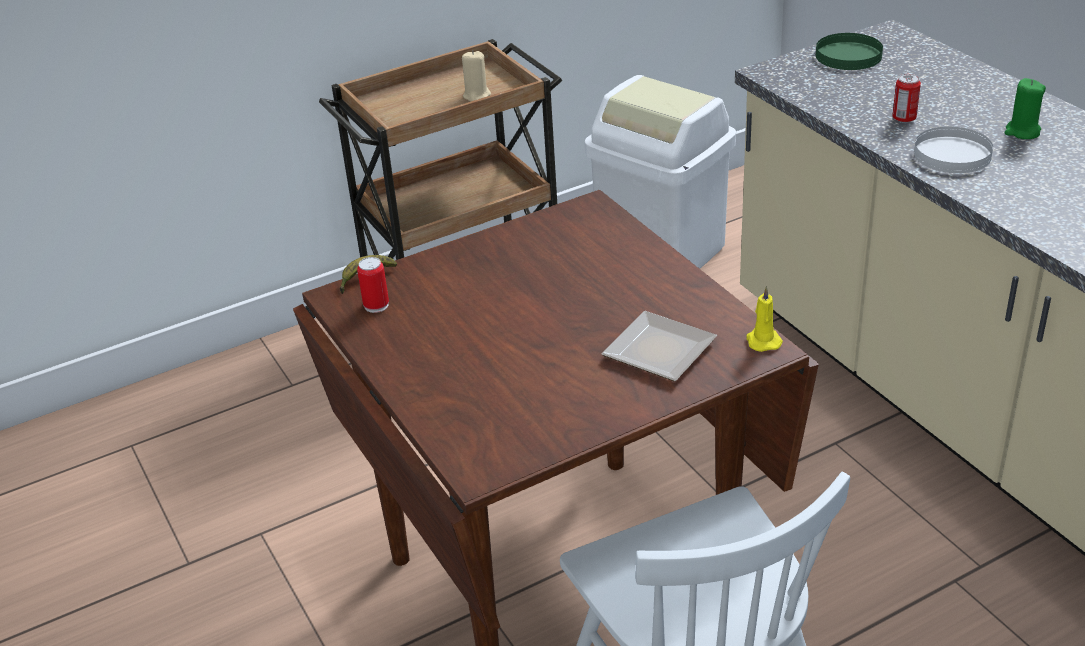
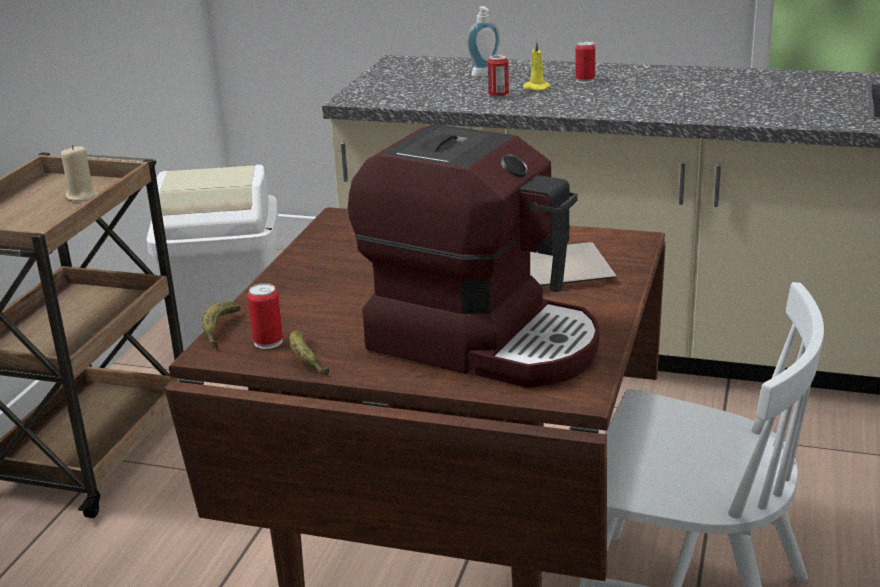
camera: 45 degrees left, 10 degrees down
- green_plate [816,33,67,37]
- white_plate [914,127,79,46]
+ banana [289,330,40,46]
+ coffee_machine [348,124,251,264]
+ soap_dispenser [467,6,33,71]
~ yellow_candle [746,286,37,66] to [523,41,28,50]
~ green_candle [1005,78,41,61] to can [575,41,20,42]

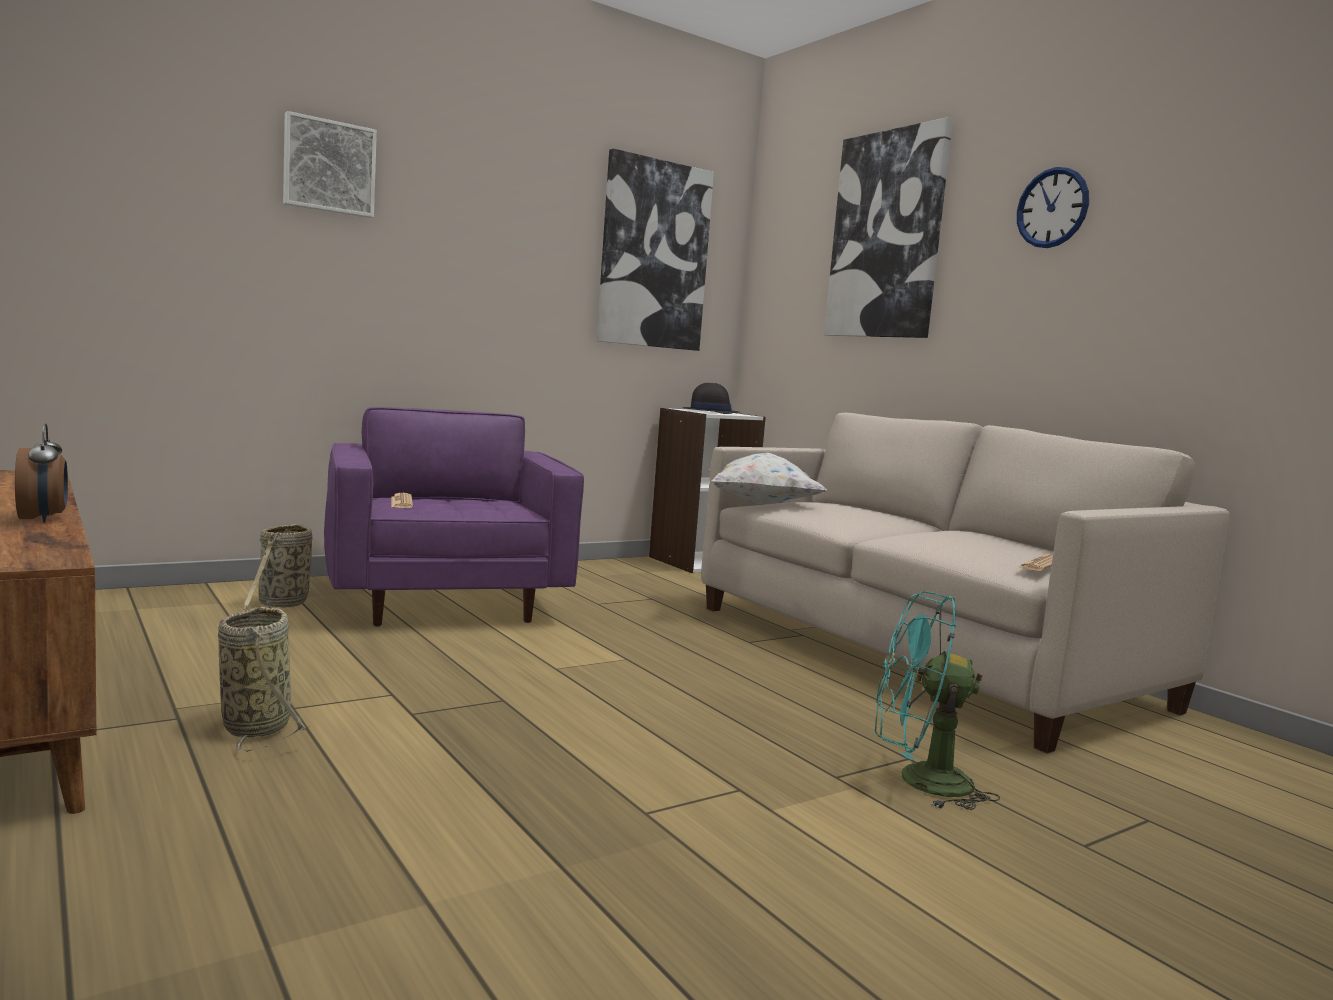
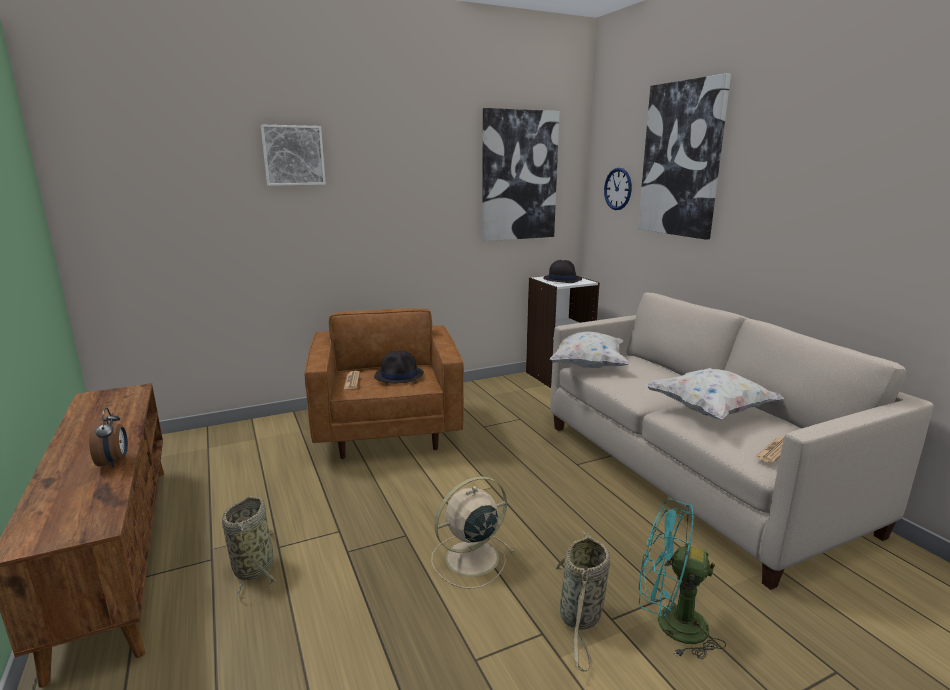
camera: 10 degrees right, 10 degrees up
+ black_hat [374,351,50,32]
+ beige_fan [431,476,84,113]
+ white_pillow [646,368,138,51]
~ basket [243,523,70,88] to [554,531,56,141]
~ wall_clock [1017,167,72,81] to [604,168,28,42]
~ purple_armchair [324,407,260,220] to brown_armchair [304,308,160,151]

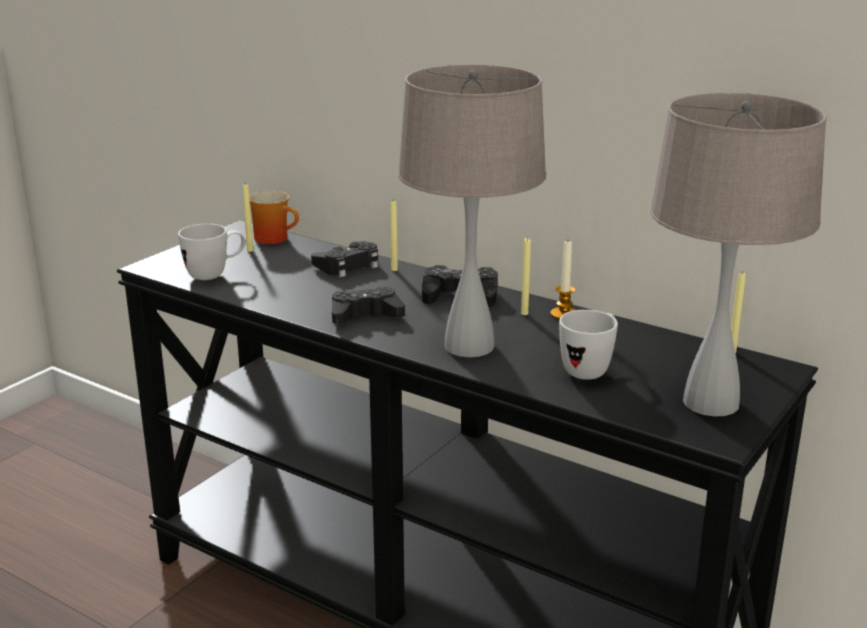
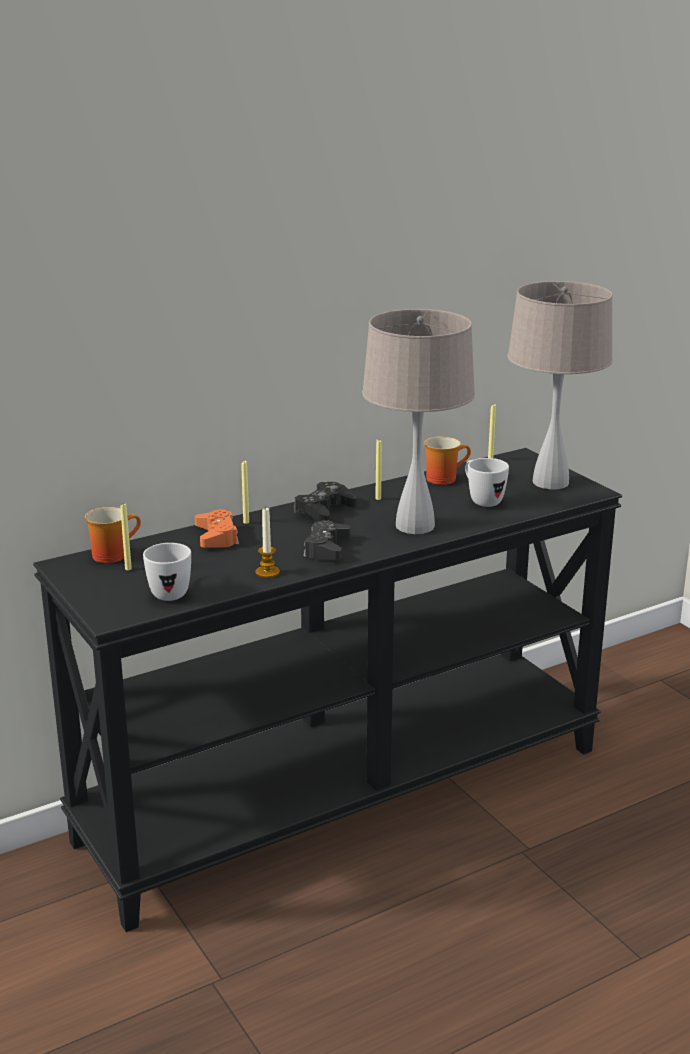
camera: 65 degrees left, 0 degrees up
+ mug [424,437,47,48]
~ candle [551,242,25,78] to [255,507,25,71]
~ black_game_controller [311,241,67,37] to orange_game_controller [195,509,44,39]

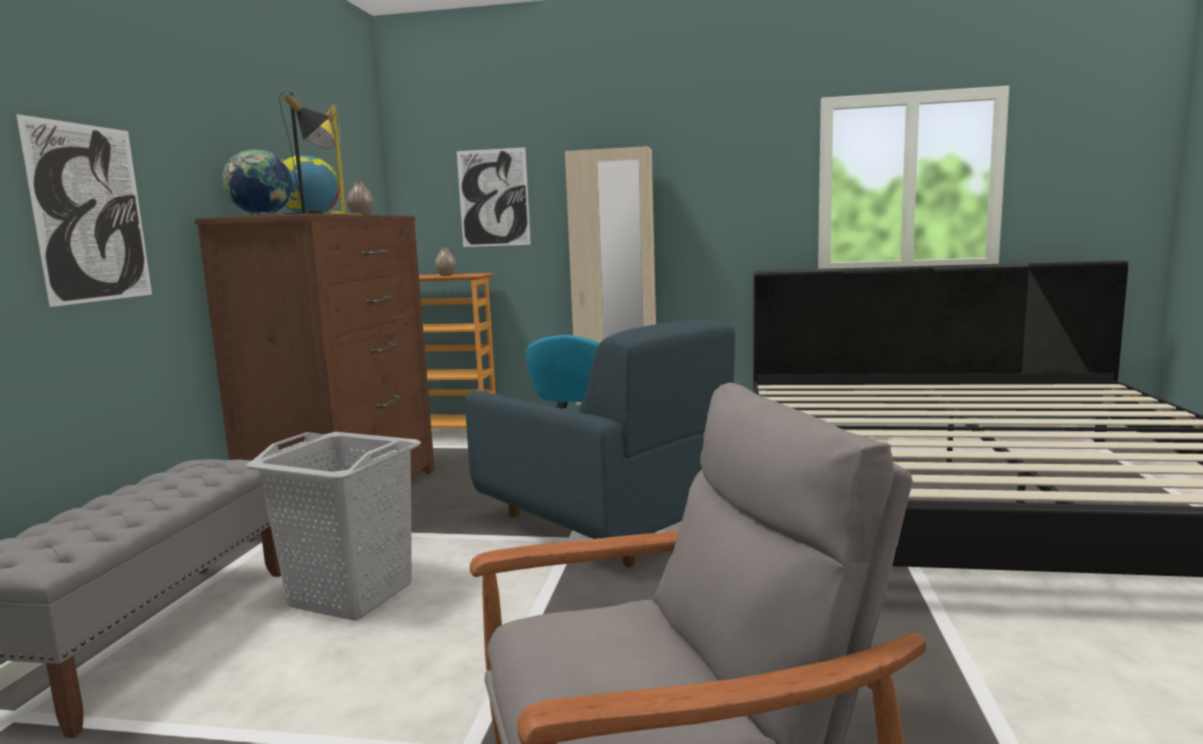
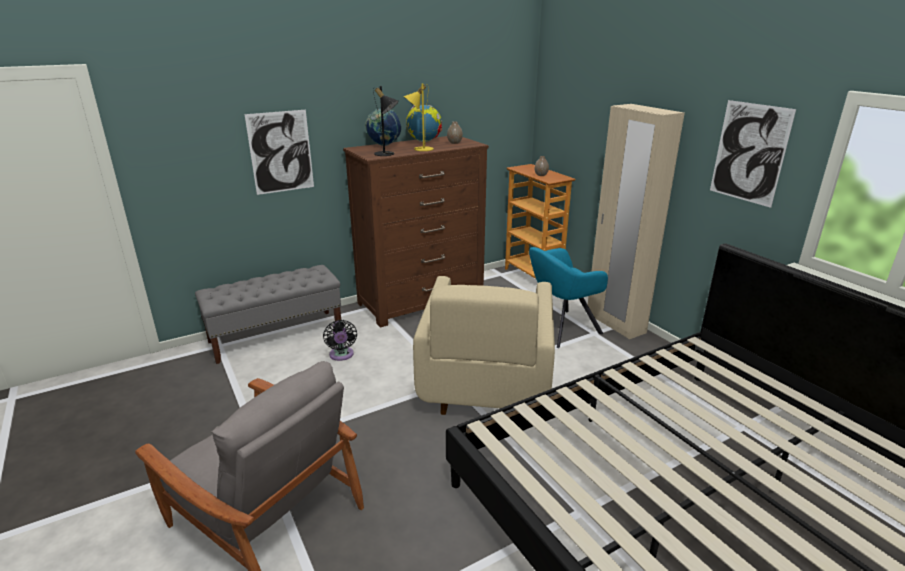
camera: 50 degrees right, 15 degrees up
~ picture [457,147,74,100] to [710,100,86,108]
~ grey_laundry_basket [245,432,176,189] to black_fan [323,320,34,41]
~ blue_armchair [465,320,270,247] to beige_armchair [413,276,142,139]

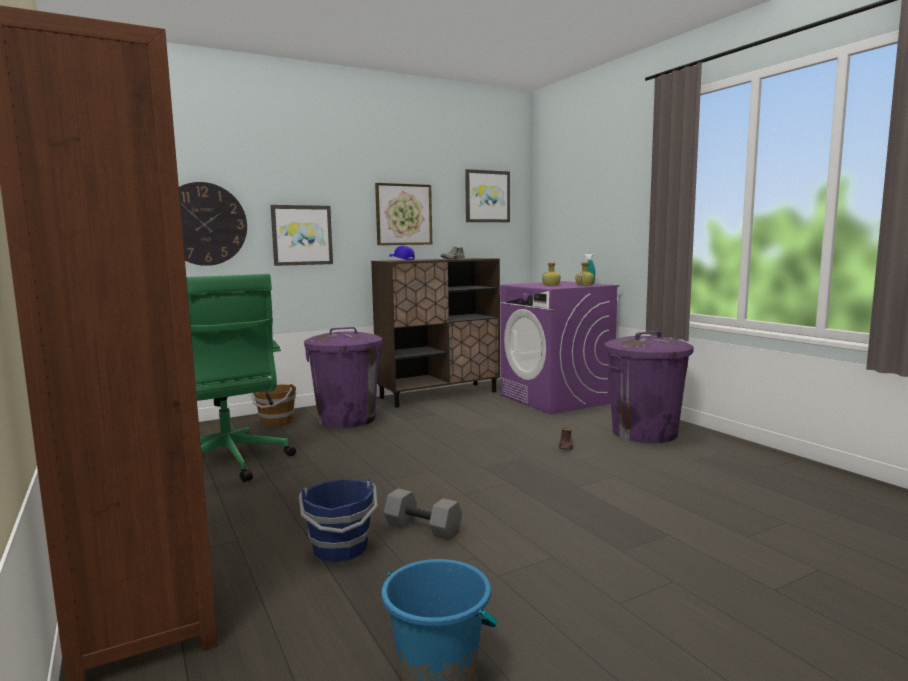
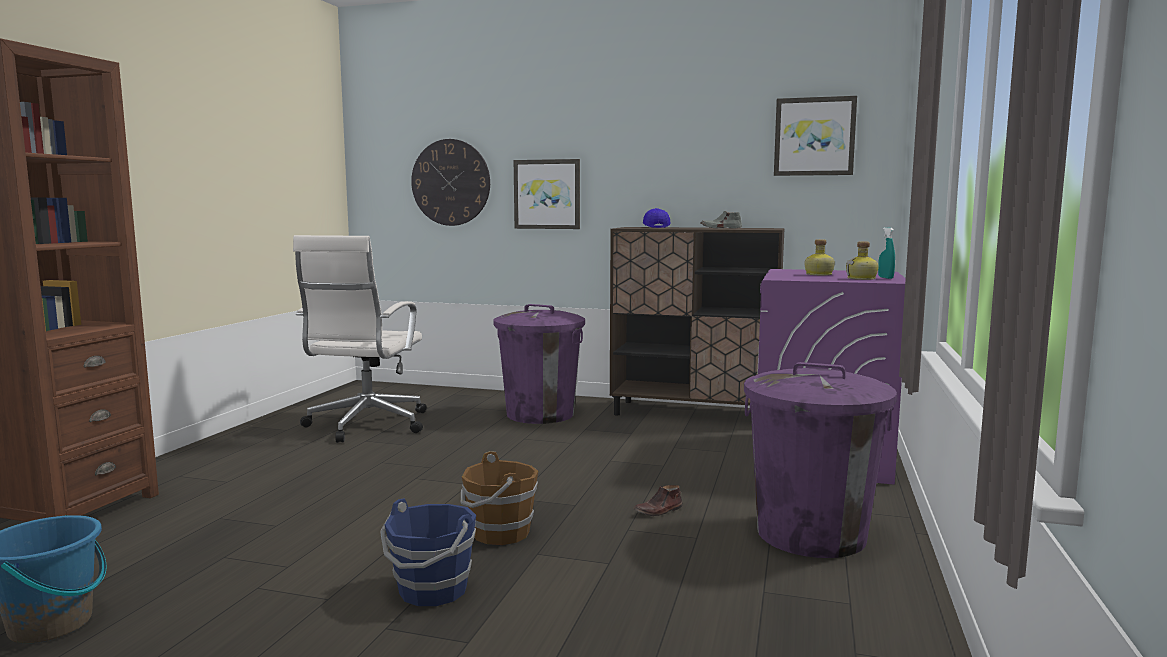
camera: 45 degrees right, 0 degrees up
- picture [375,183,57,62]
- grey_dumbbell [384,489,78,51]
~ brown_bucket [251,384,45,42] to [461,451,77,94]
~ blue_bucket [299,478,79,84] to [380,498,96,108]
~ green_office_chair [186,274,110,208] to white_office_chair [293,235,134,208]

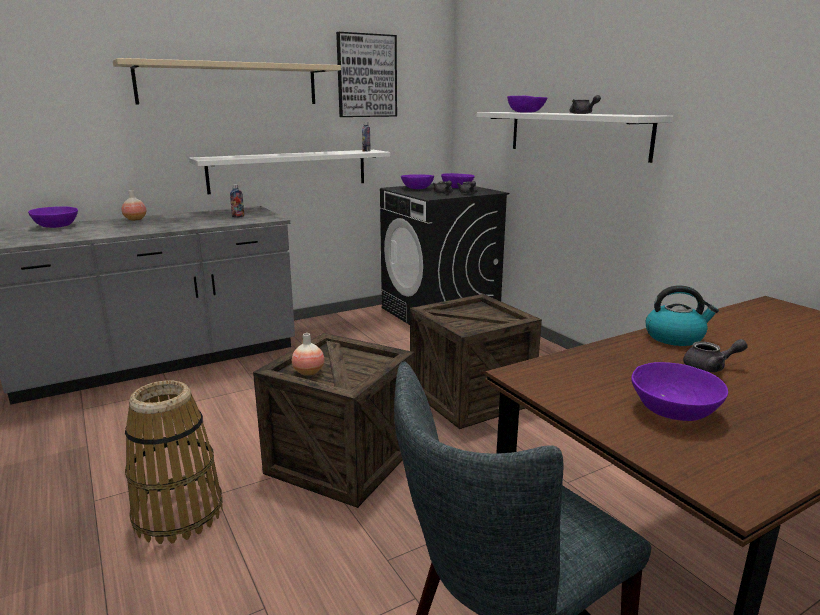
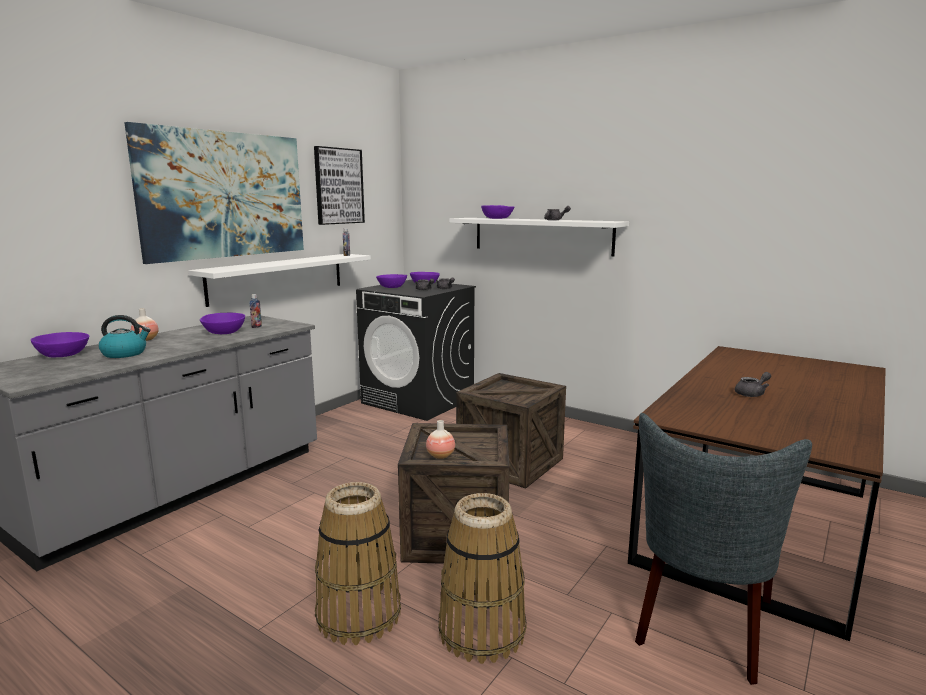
camera: 25 degrees left, 5 degrees down
+ basket [438,493,88,171]
~ purple_bowl [631,362,97,59] to [200,313,45,21]
~ kettle [646,286,73,60] to [99,315,52,43]
~ beige_shelf [113,58,228,46] to picture [124,122,180,142]

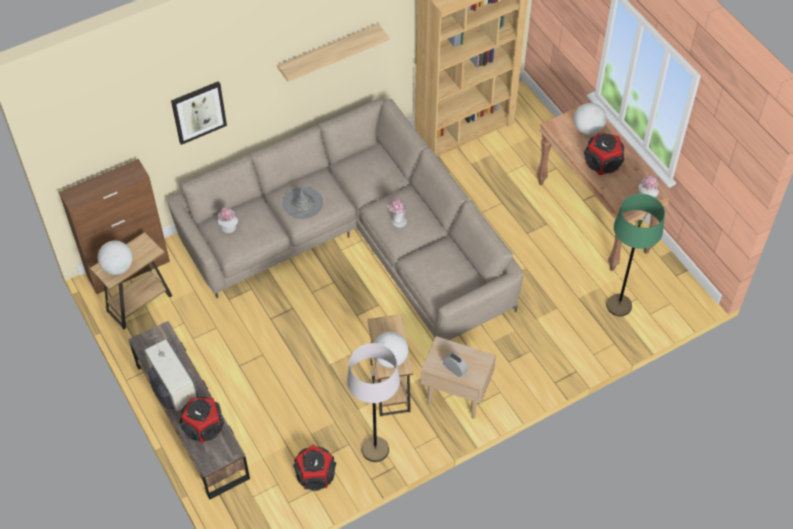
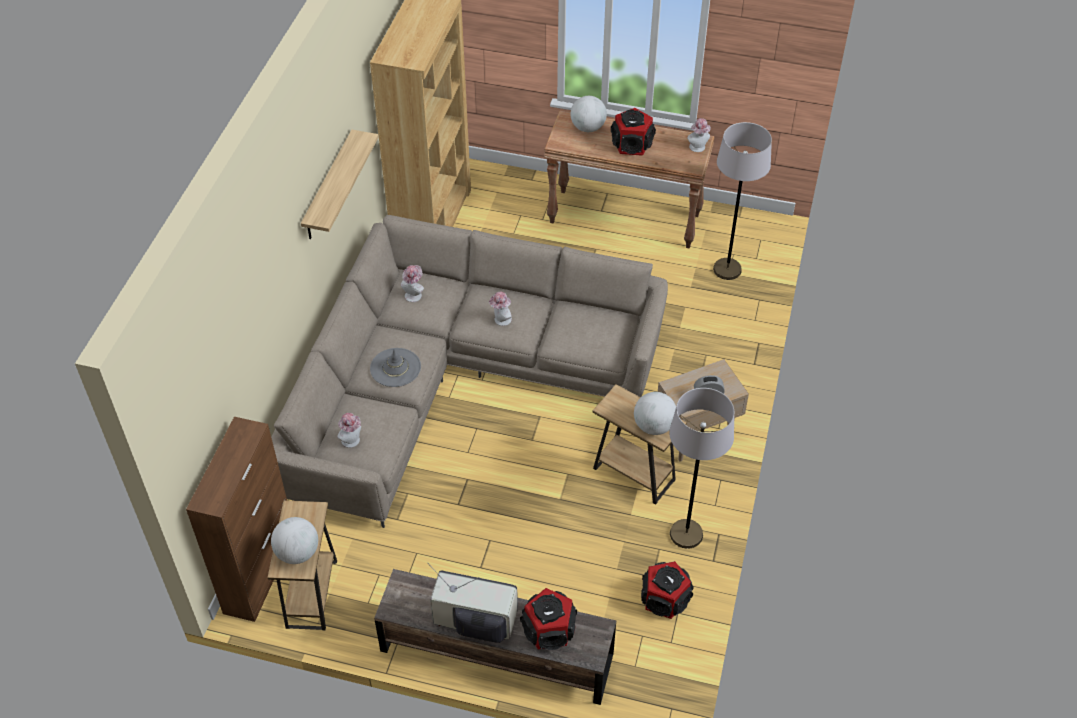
camera: 45 degrees left, 5 degrees down
- picture [171,81,56,64]
+ hat [401,265,23,37]
~ green_floor_lamp [606,194,59,122] to grey_floor_lamp [713,122,59,158]

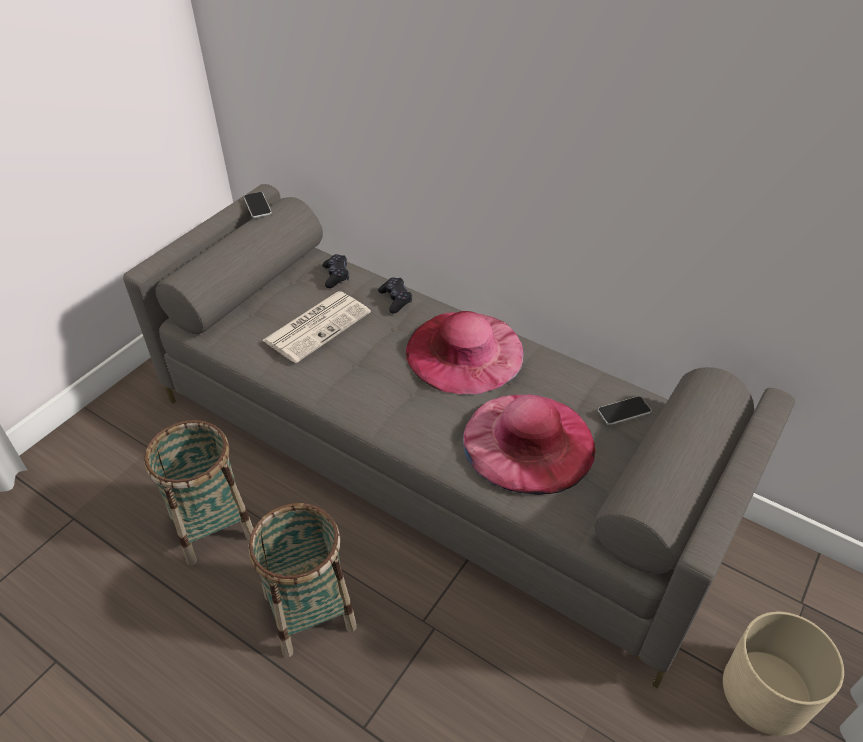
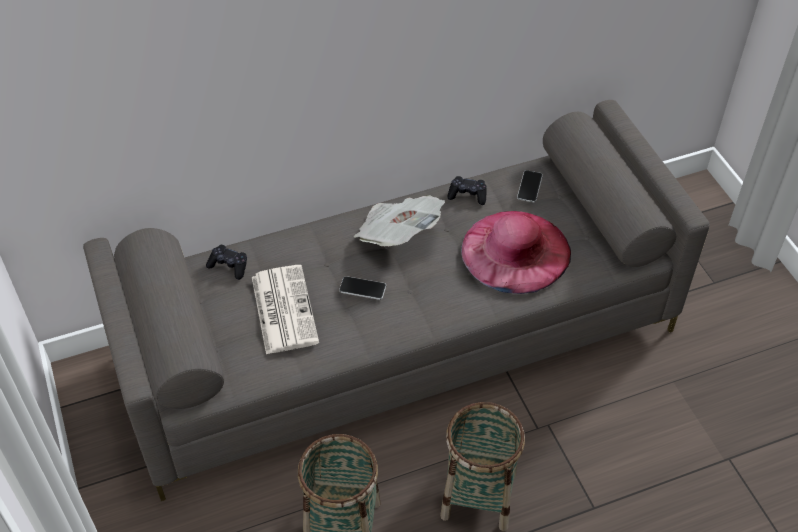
camera: 55 degrees left, 5 degrees up
- beige_planter [723,612,121,124]
~ phone [244,192,28,26] to [339,276,47,24]
~ black_game_controller [378,278,34,35] to [447,176,40,29]
~ pink_hat [406,311,117,83] to newspaper [354,195,91,52]

